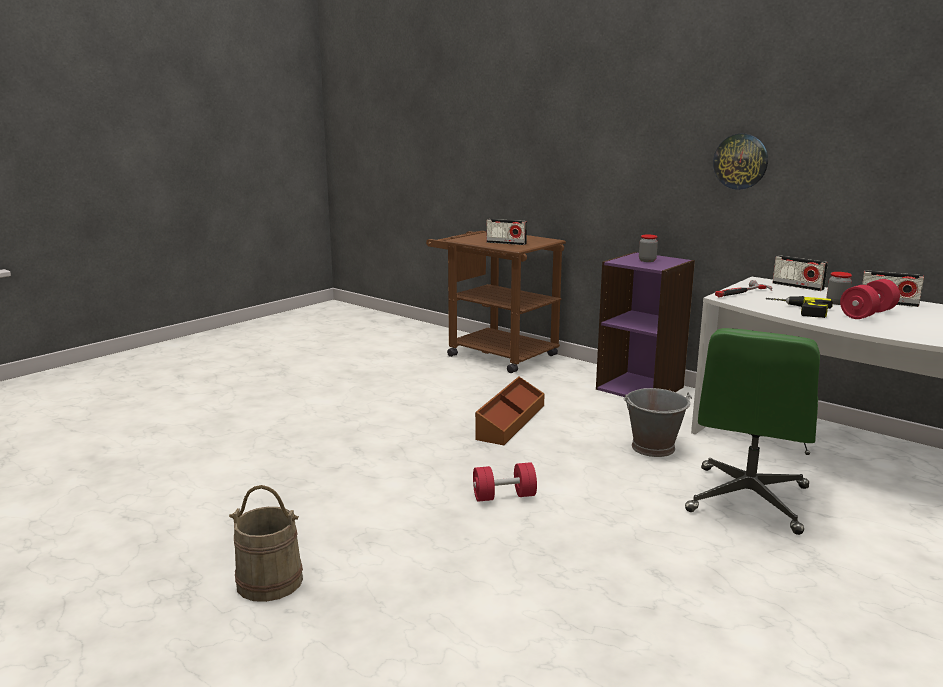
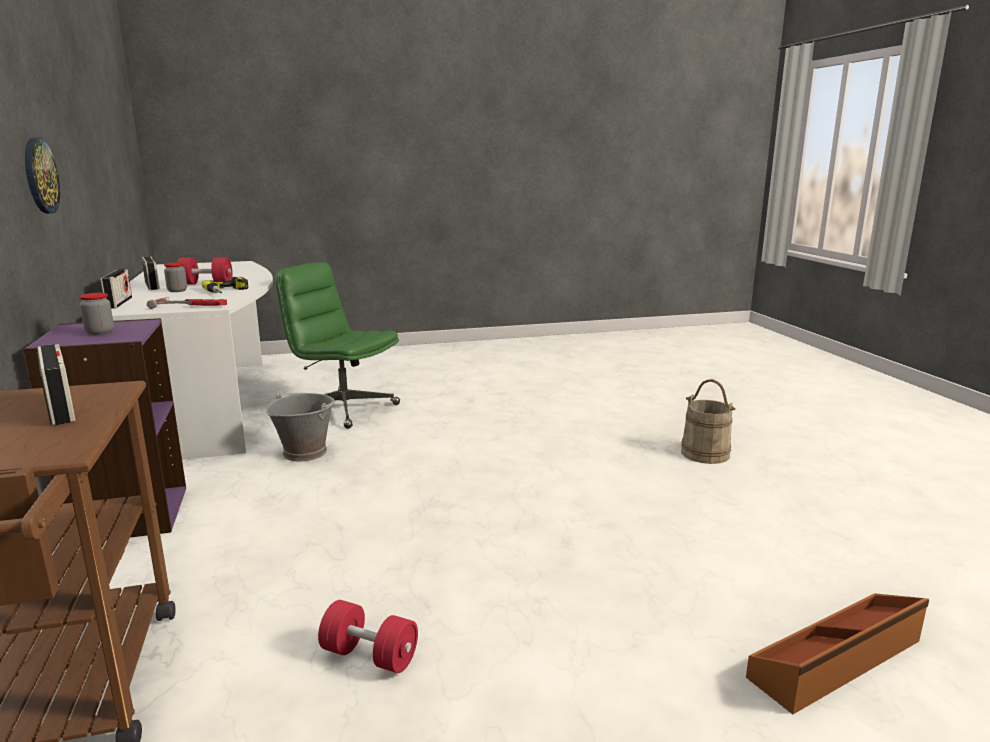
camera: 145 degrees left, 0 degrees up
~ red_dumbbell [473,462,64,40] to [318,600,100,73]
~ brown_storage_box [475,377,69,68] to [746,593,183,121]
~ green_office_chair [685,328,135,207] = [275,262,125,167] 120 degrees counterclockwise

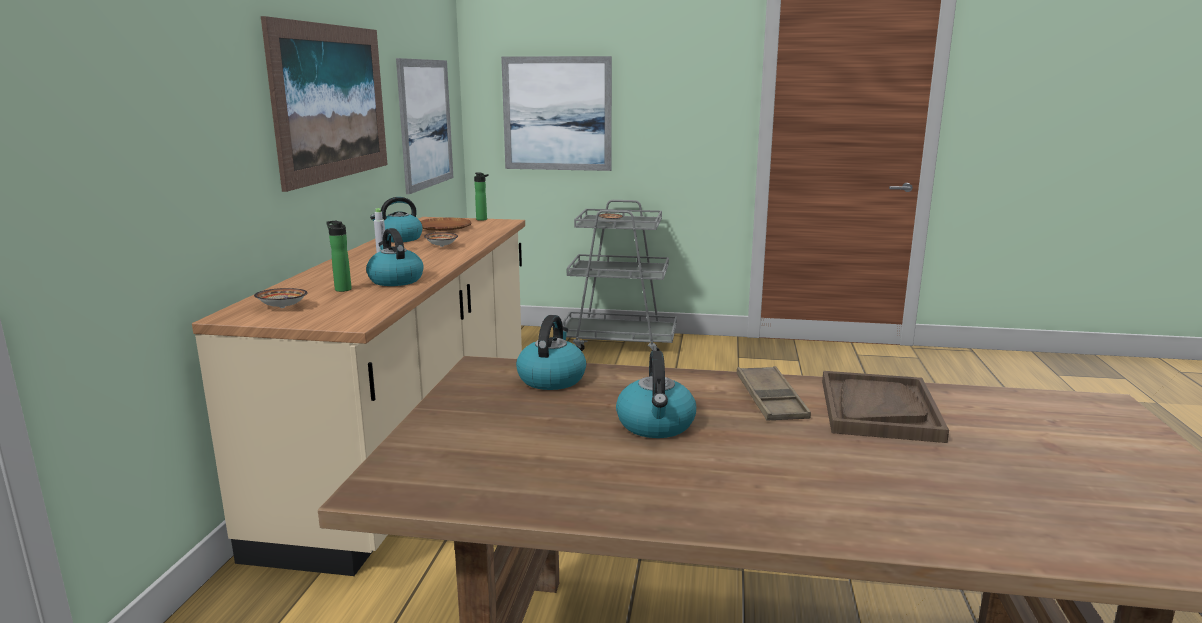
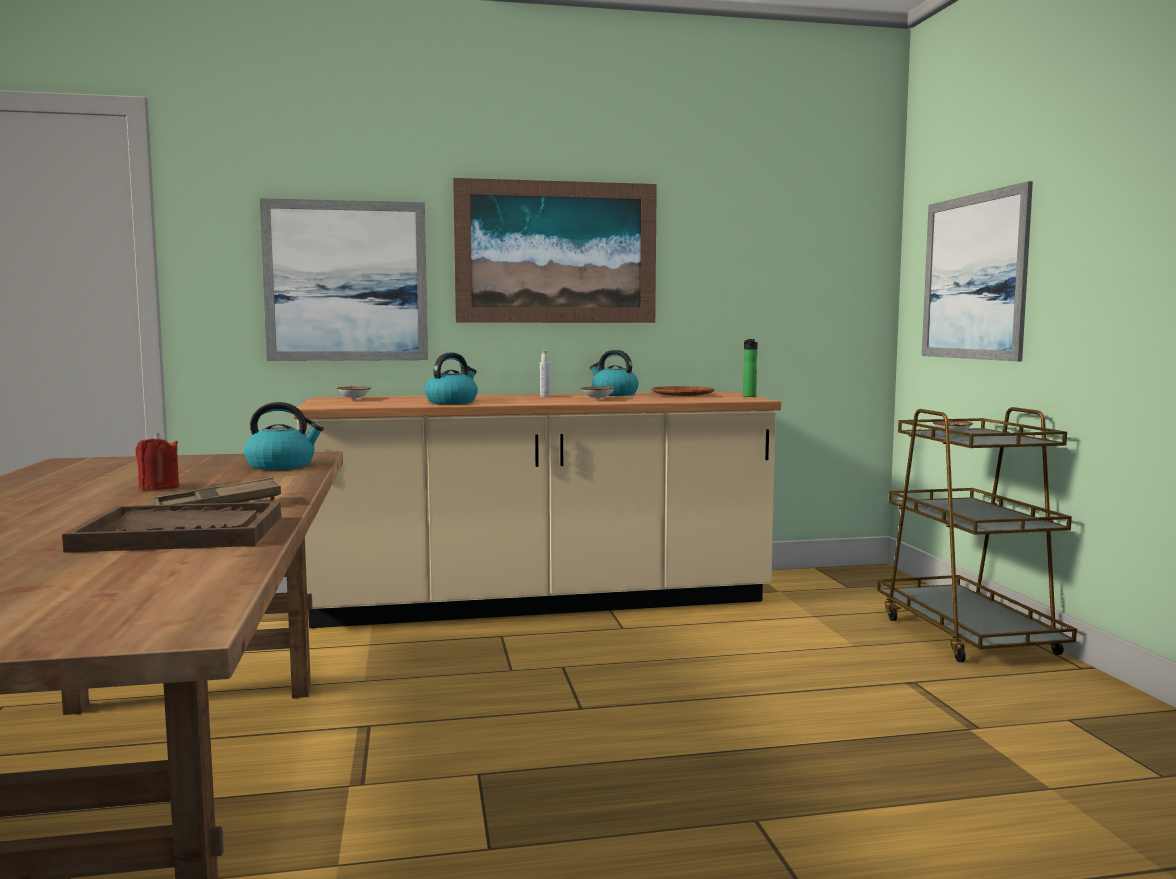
camera: 70 degrees right, 10 degrees down
- bottle [326,221,26,71]
~ picture [396,58,57,136] to [260,198,168,163]
~ kettle [616,351,80,87] to red_candle [136,433,43,57]
~ grey_cart [562,200,115,151] to brown_cart [877,407,200,255]

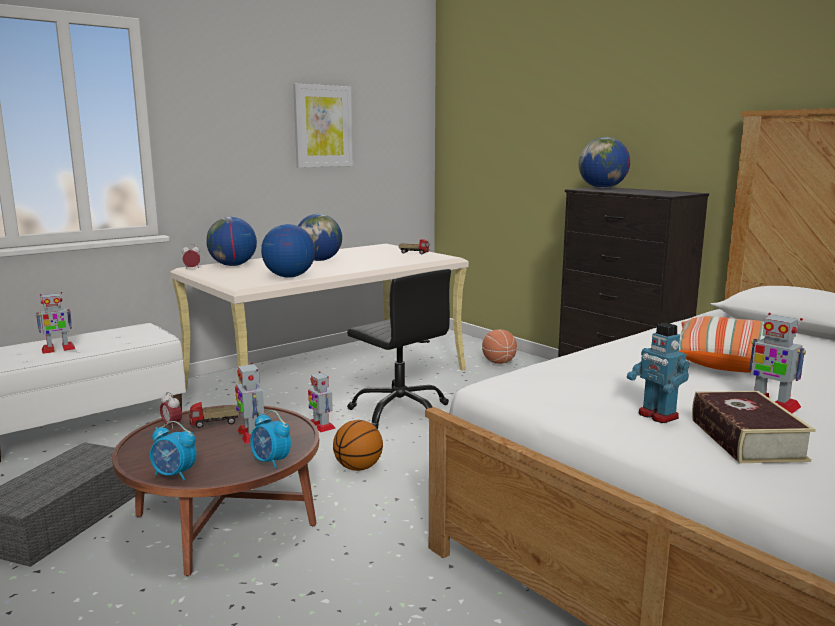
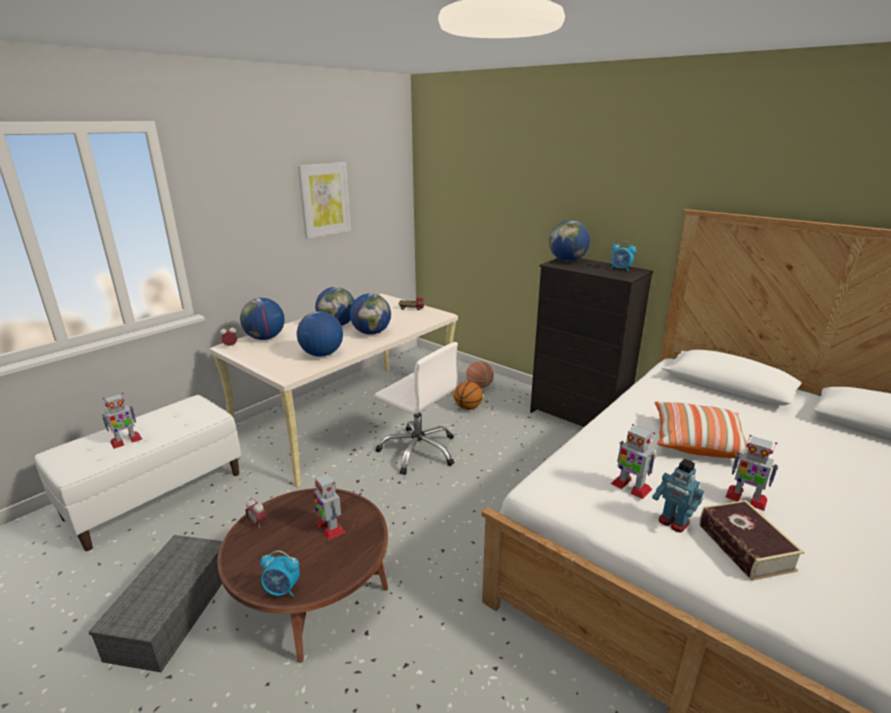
camera: 10 degrees left, 10 degrees up
- toy_truck [189,402,50,26]
+ globe [350,293,41,42]
~ alarm_clock [250,410,41,59] to [611,241,25,30]
~ toy_robot [308,372,28,60] to [611,424,45,75]
~ basketball [333,420,50,51] to [454,381,29,29]
~ black_office_chair [347,269,104,160] to white_office_chair [374,342,84,133]

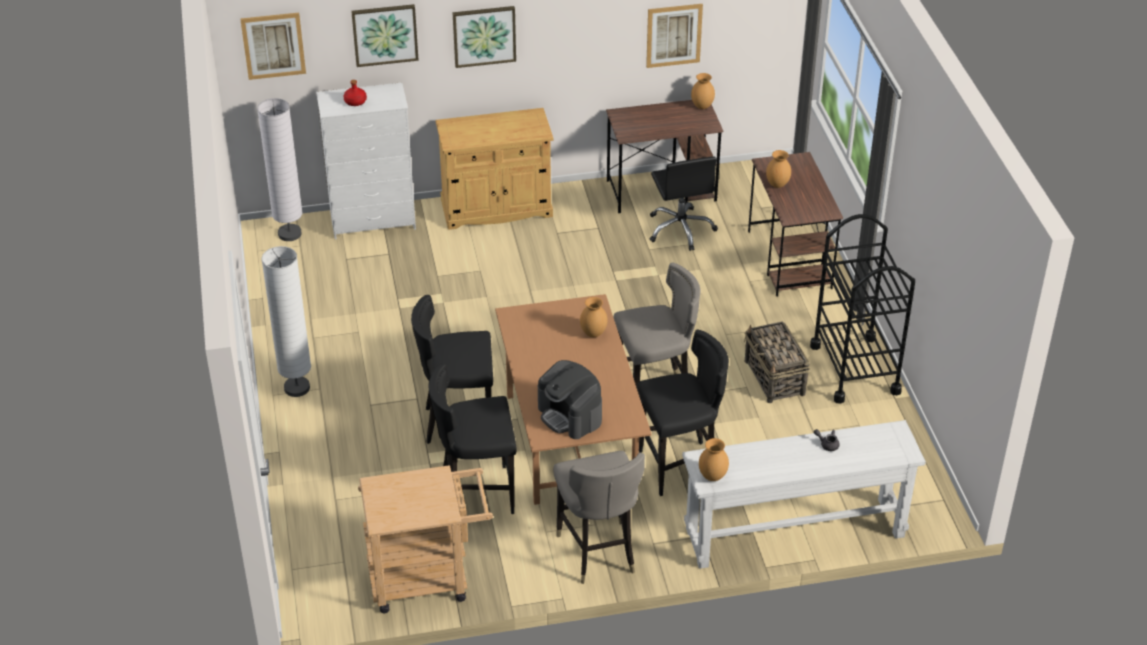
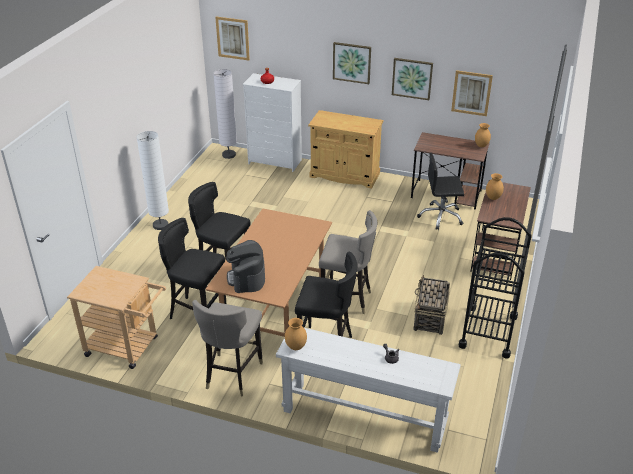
camera: 30 degrees right, 5 degrees down
- brown_vase [580,297,28,40]
~ picture [351,4,68,63] to [392,58,41,42]
~ black_office_chair [650,157,68,94] = [417,153,47,77] 75 degrees clockwise

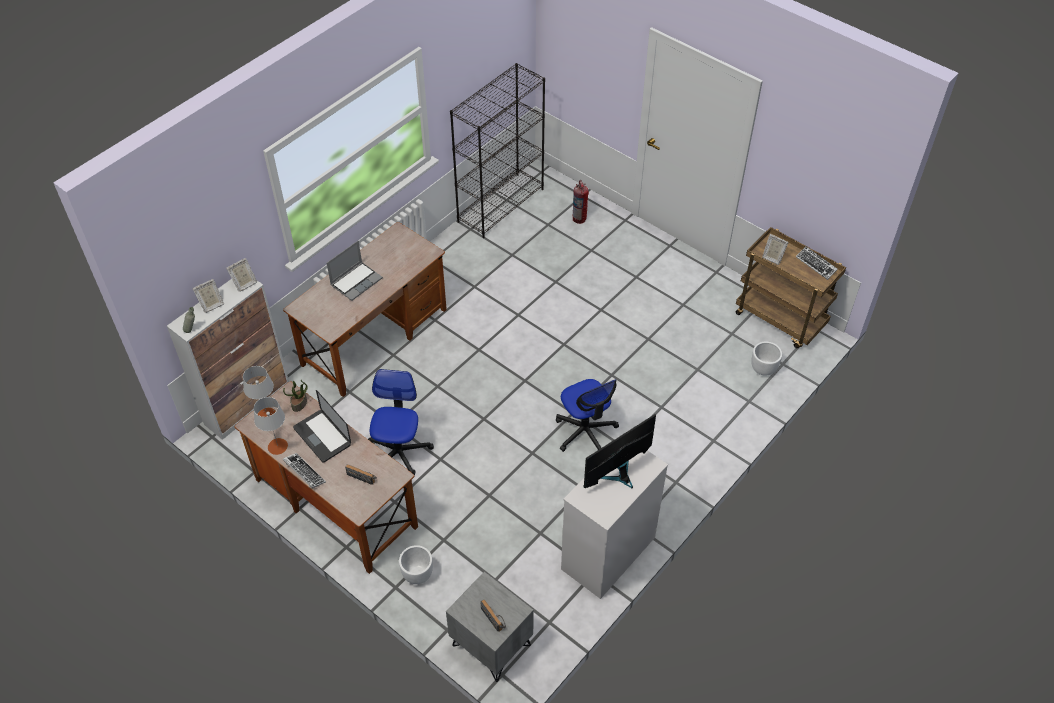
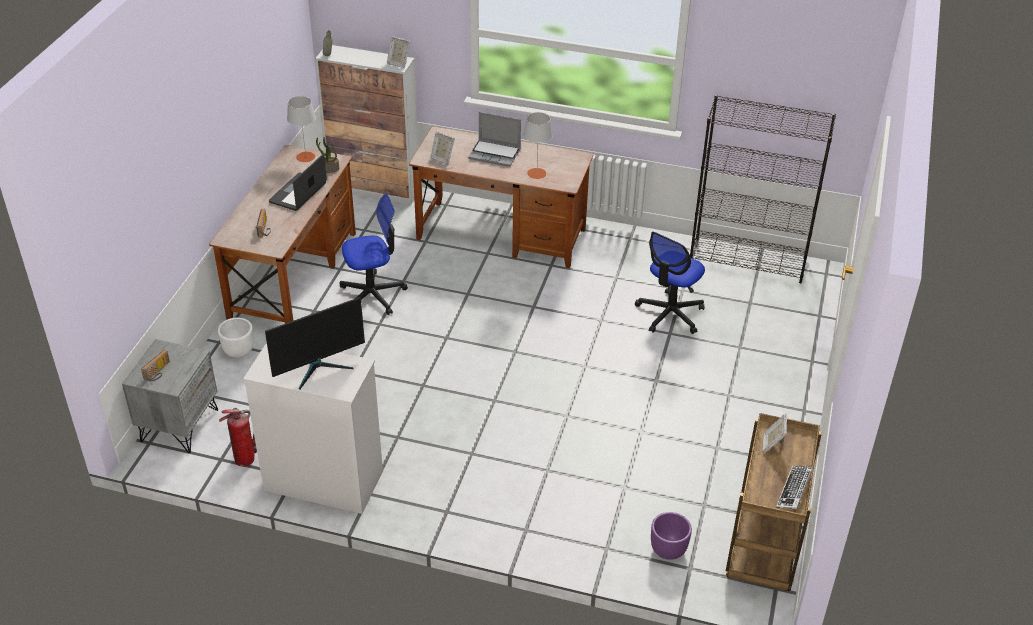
camera: 65 degrees right, 10 degrees down
- keyboard [283,453,43,35]
~ picture_frame [192,279,32,34] to [431,131,24,33]
~ grey_table_lamp [254,397,34,58] to [524,112,29,67]
~ office_chair [556,379,63,73] to [635,232,70,102]
~ fire_extinguisher [572,180,17,44] to [219,408,38,59]
~ white_planter [751,342,31,34] to purple_planter [651,512,41,48]
~ monitor [583,414,73,74] = [265,297,100,92] 120 degrees clockwise

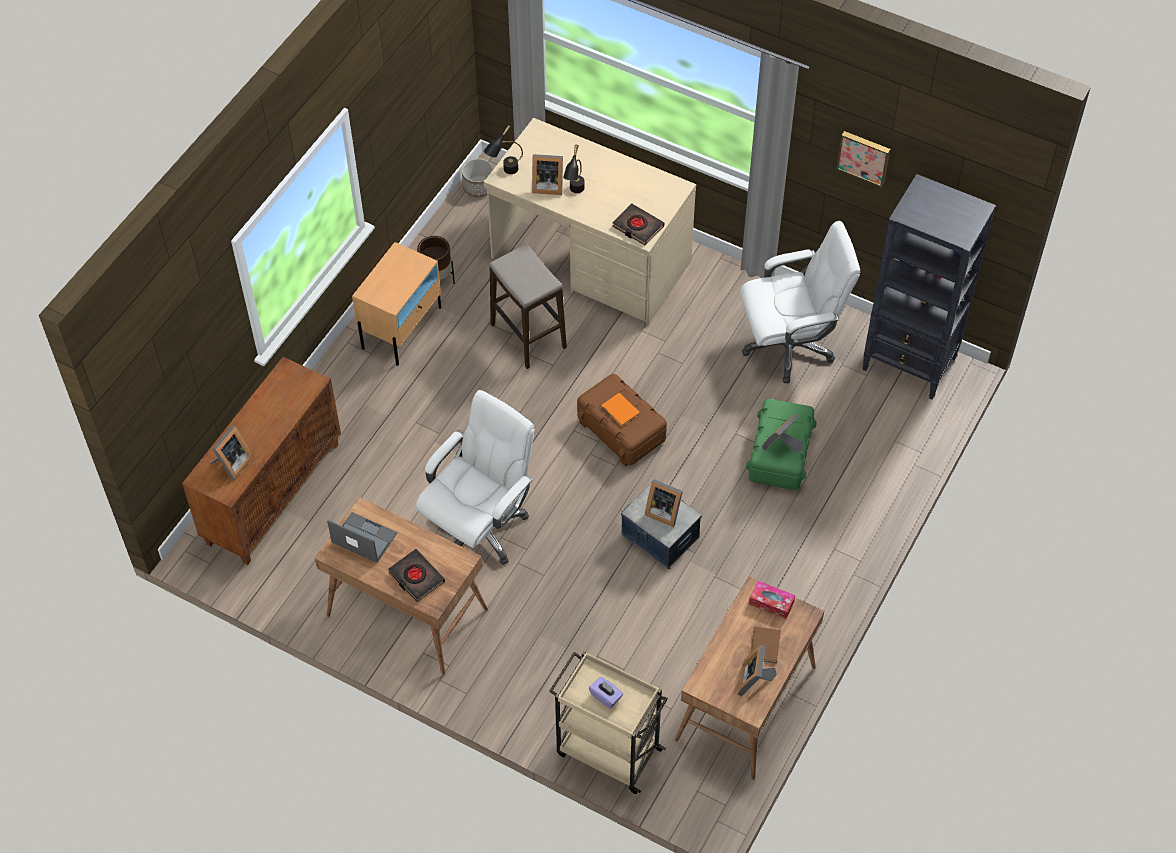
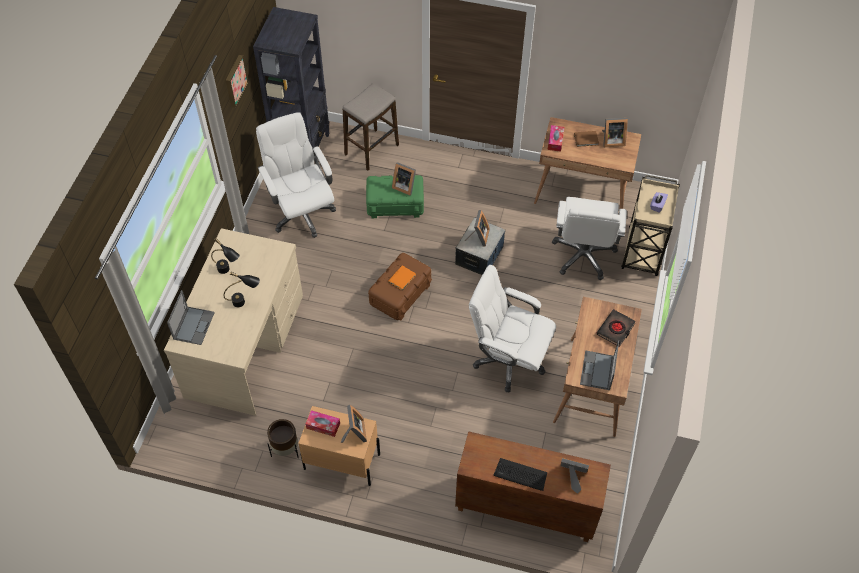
camera: 105 degrees left, 0 degrees up
- planter [462,158,31,39]
- black_book [612,203,52,42]
+ laptop [167,290,48,55]
+ tissue_box [306,410,34,27]
+ keyboard [494,458,53,33]
+ white_office_chair [552,197,75,83]
~ black_table_lamp [484,125,39,49] to [211,238,29,36]
~ stool [490,244,77,125] to [343,83,56,88]
~ picture_frame [532,154,31,41] to [341,405,26,38]

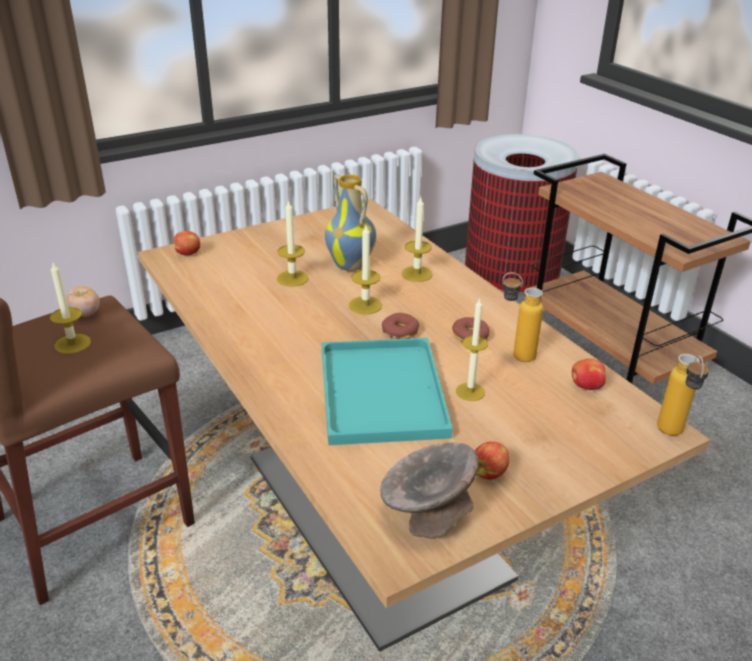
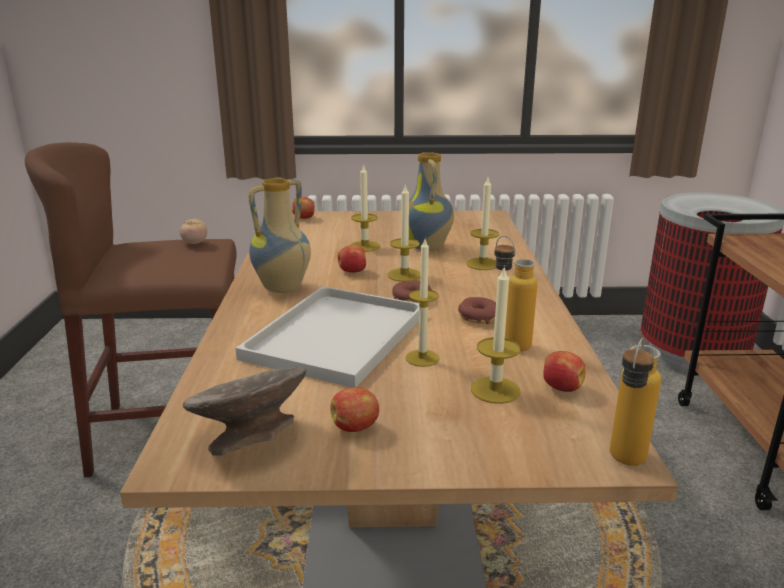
camera: 30 degrees right, 10 degrees down
+ vase [248,178,63,115]
+ apple [338,245,28,27]
~ candle [50,262,41,92] to [471,266,49,138]
~ turquoise_tray [322,338,131,107] to white_tray [236,286,183,101]

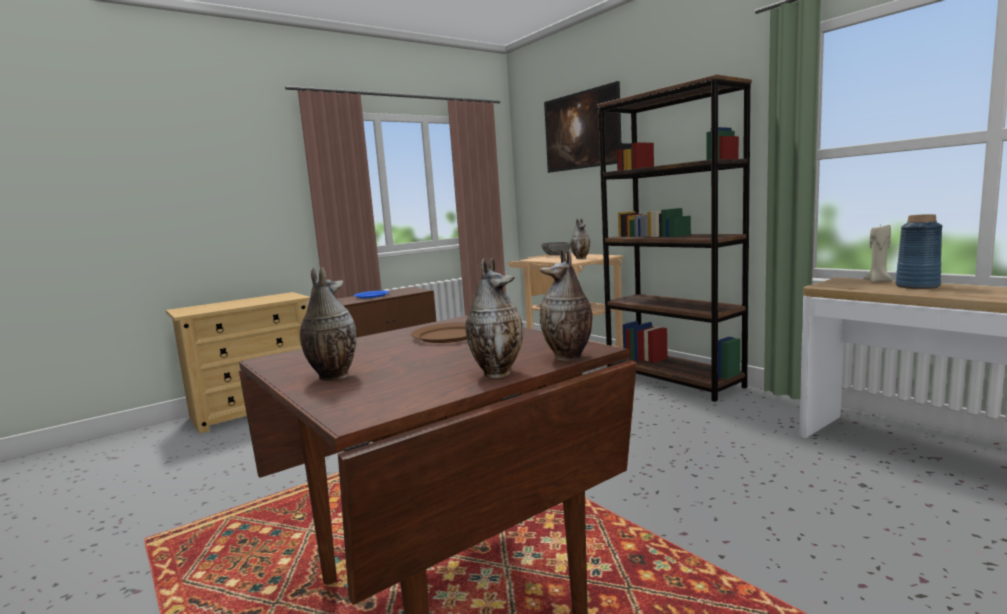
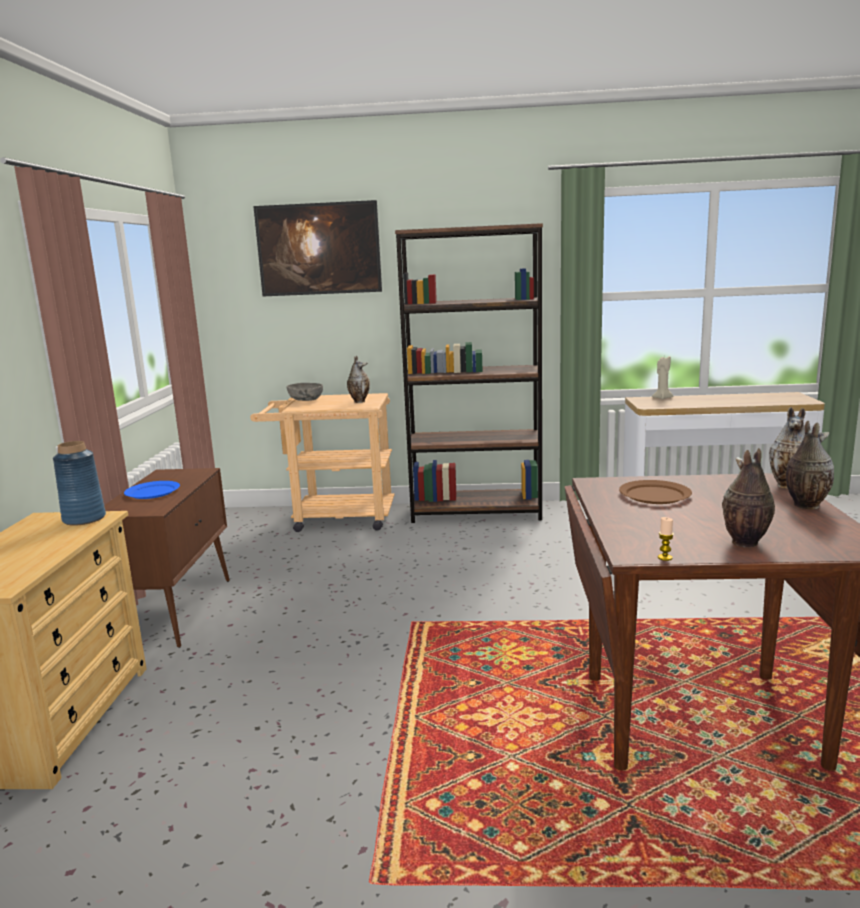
camera: 50 degrees left, 5 degrees up
+ candle [658,517,16,44]
~ blue_vase [895,214,47,75] to [53,441,53,85]

